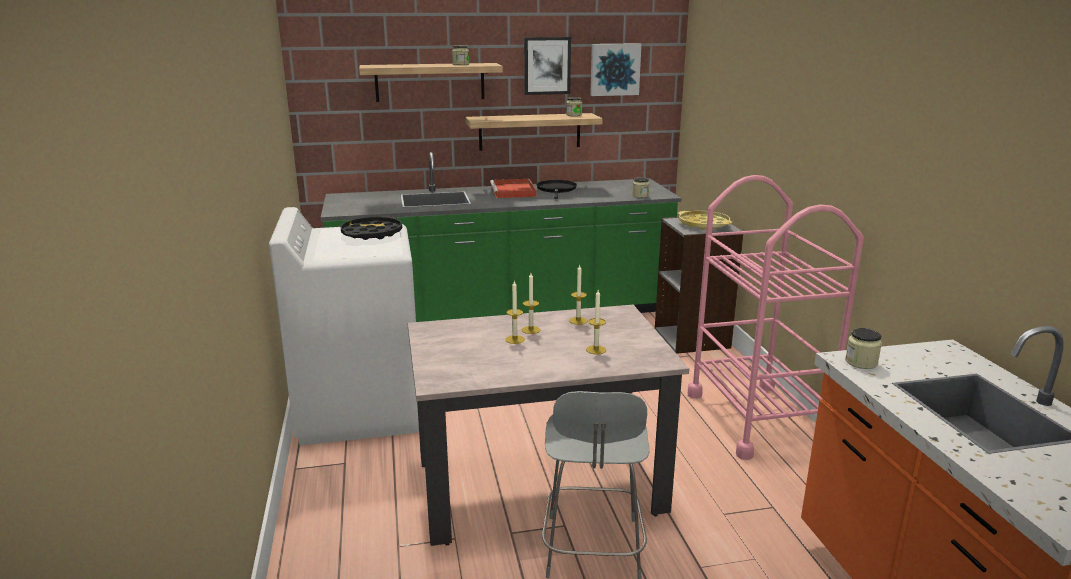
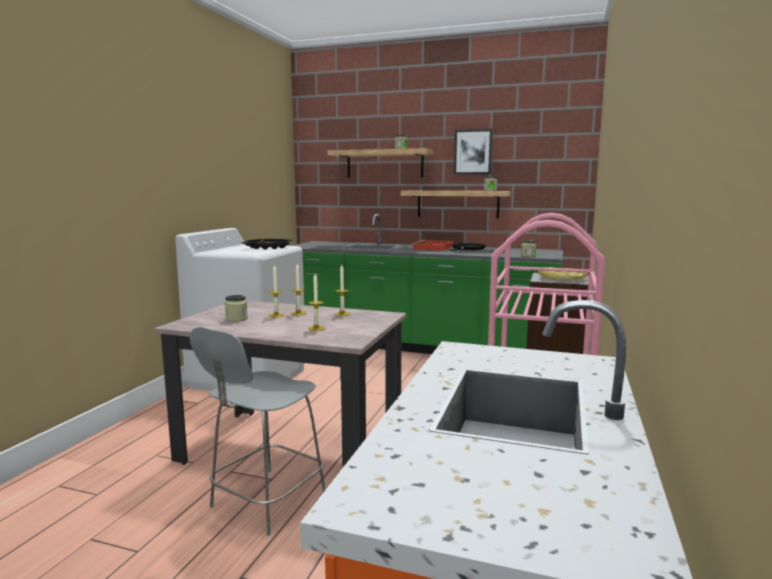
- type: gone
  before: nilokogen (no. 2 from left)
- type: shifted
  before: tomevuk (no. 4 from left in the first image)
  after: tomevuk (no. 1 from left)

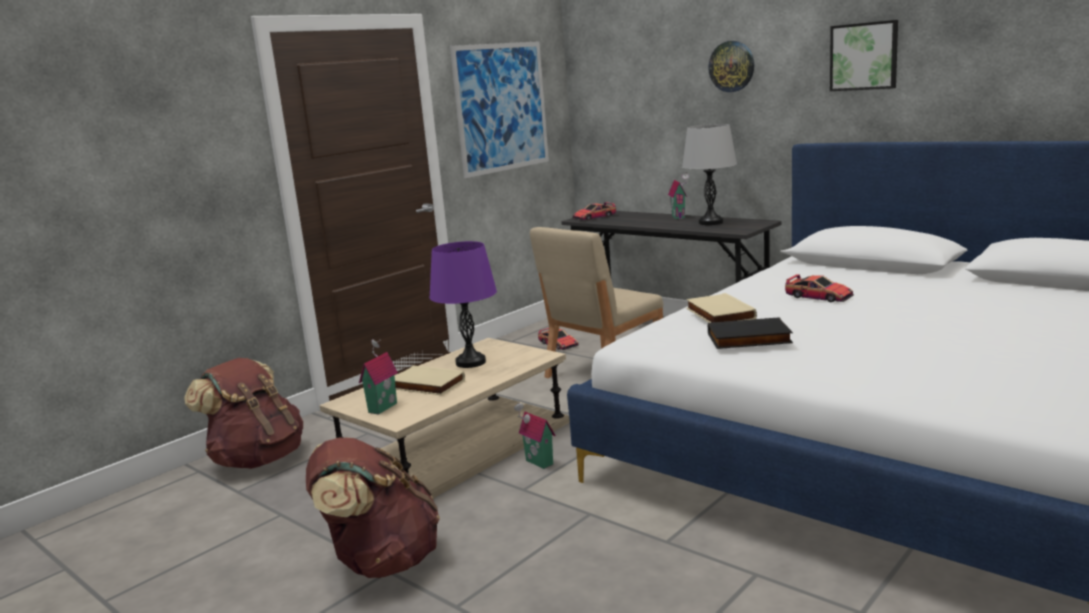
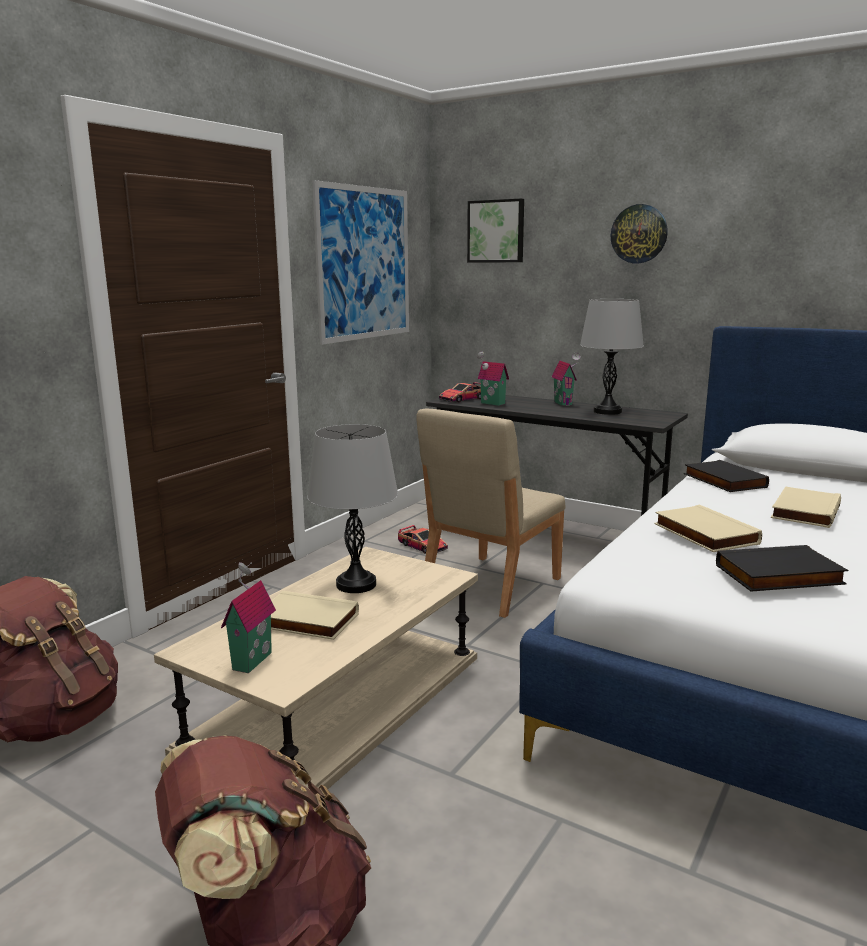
- type: shifted
  before: nilokogen (no. 2 from left)
- type: repainted
  before: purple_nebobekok
  after: grey_nebobekok (no. 1 from left)
- type: swapped
  before: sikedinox (no. 3 from left)
  after: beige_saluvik (no. 3 from left)
- type: shifted
  before: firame (no. 2 from left)
- type: new
  after: black_saluvik (no. 1 from left)

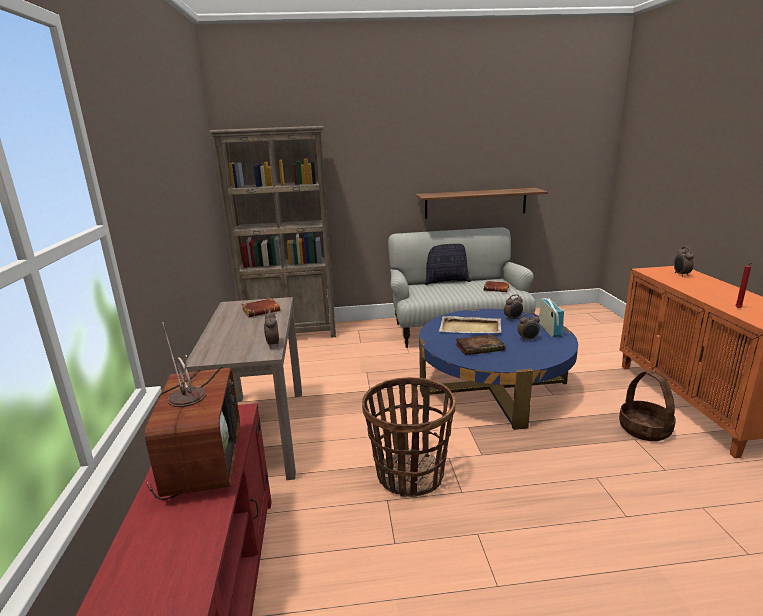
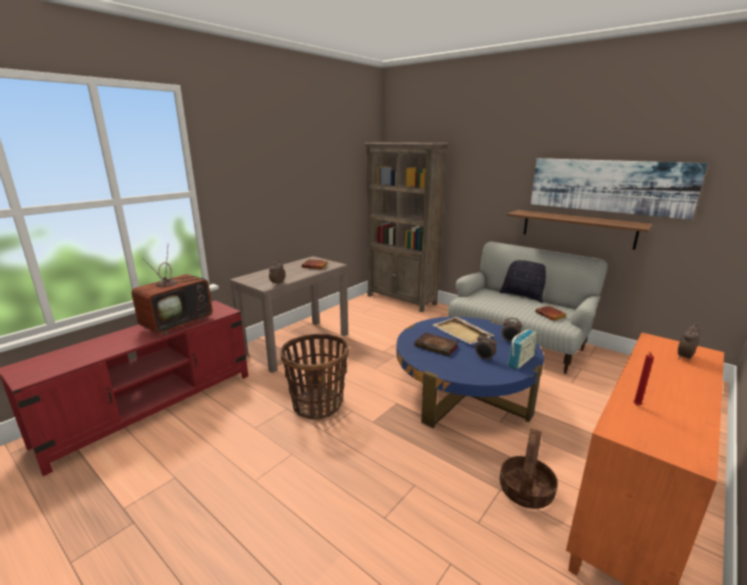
- type: new
  after: nilokogen

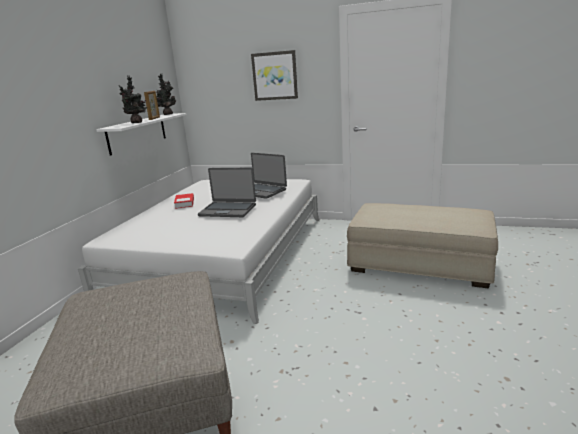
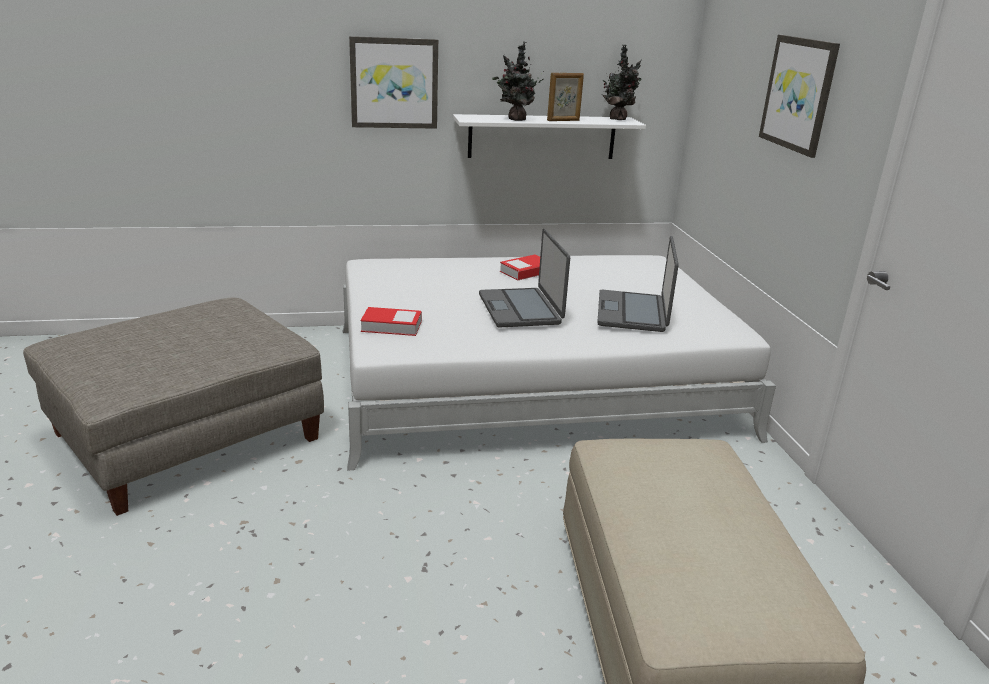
- type: new
  after: nilokogen (no. 1 from left)
- type: new
  after: saluvik (no. 1 from left)

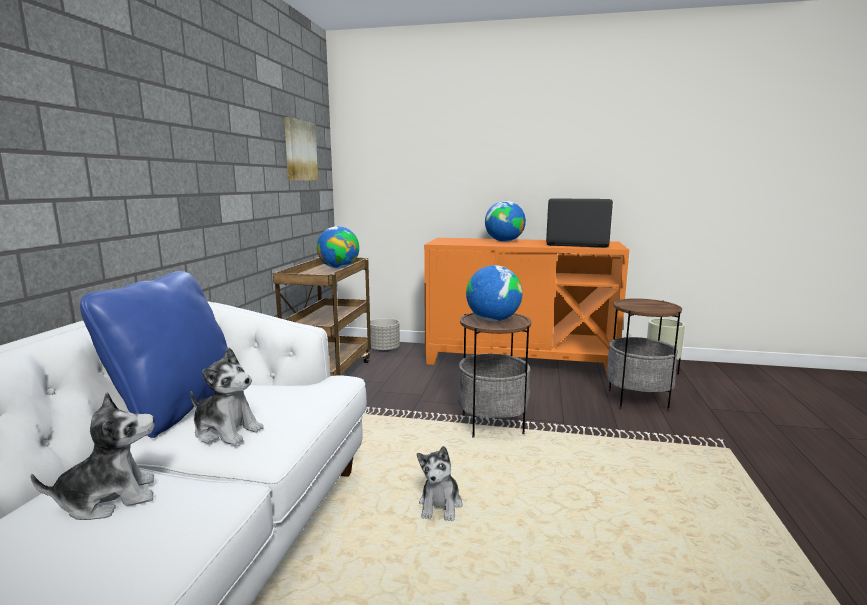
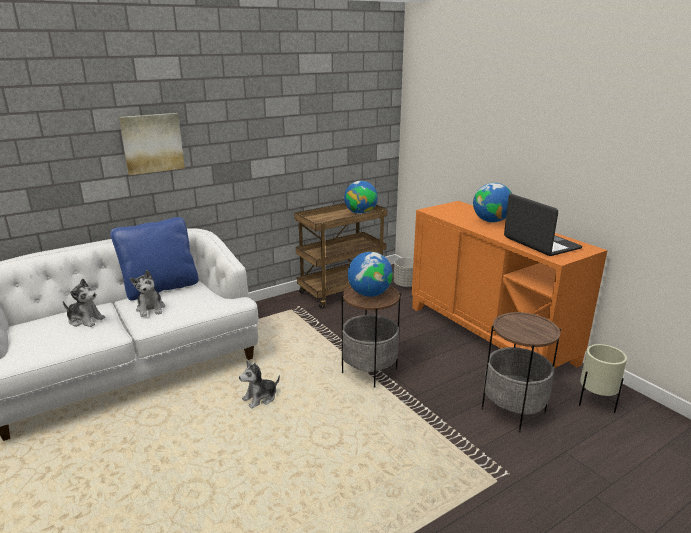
- type: shifted
  before: nilokogen

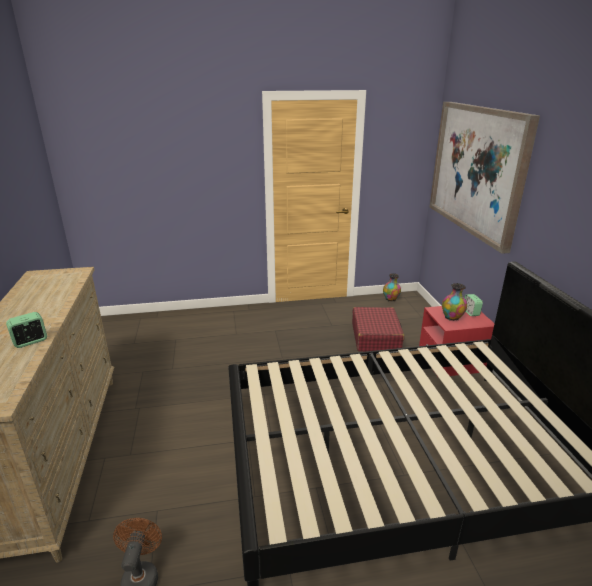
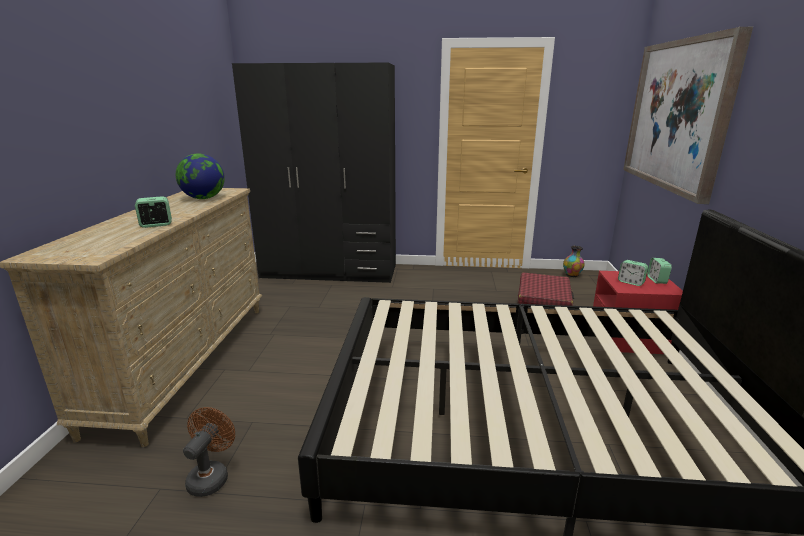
- type: swapped
  before: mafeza (no. 2 from left)
  after: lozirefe (no. 2 from left)
- type: new
  after: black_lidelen
- type: new
  after: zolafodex

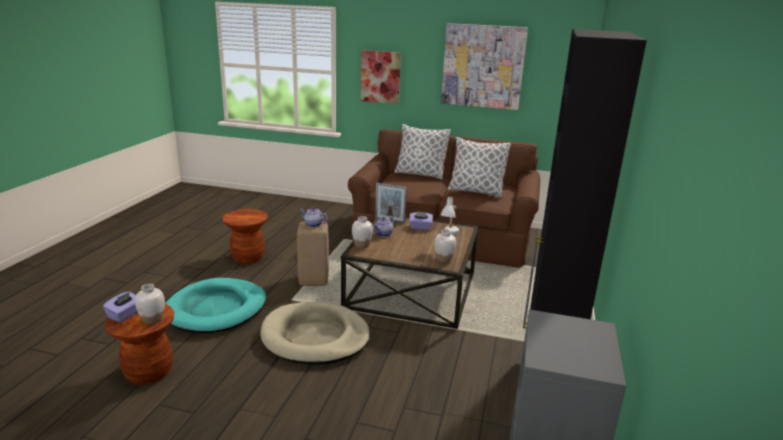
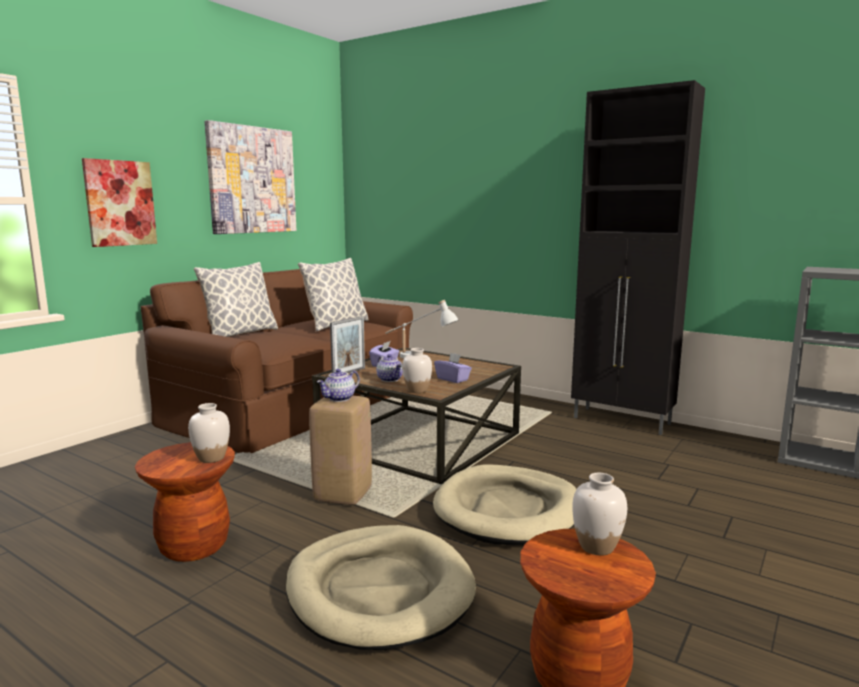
- type: shifted
  before: white_mafeza (no. 3 from left in the first image)
  after: white_mafeza (no. 1 from left)
- type: repainted
  before: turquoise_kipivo
  after: beige_kipivo (no. 1 from left)
- type: shifted
  before: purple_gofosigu (no. 1 from left in the first image)
  after: purple_gofosigu (no. 2 from left)

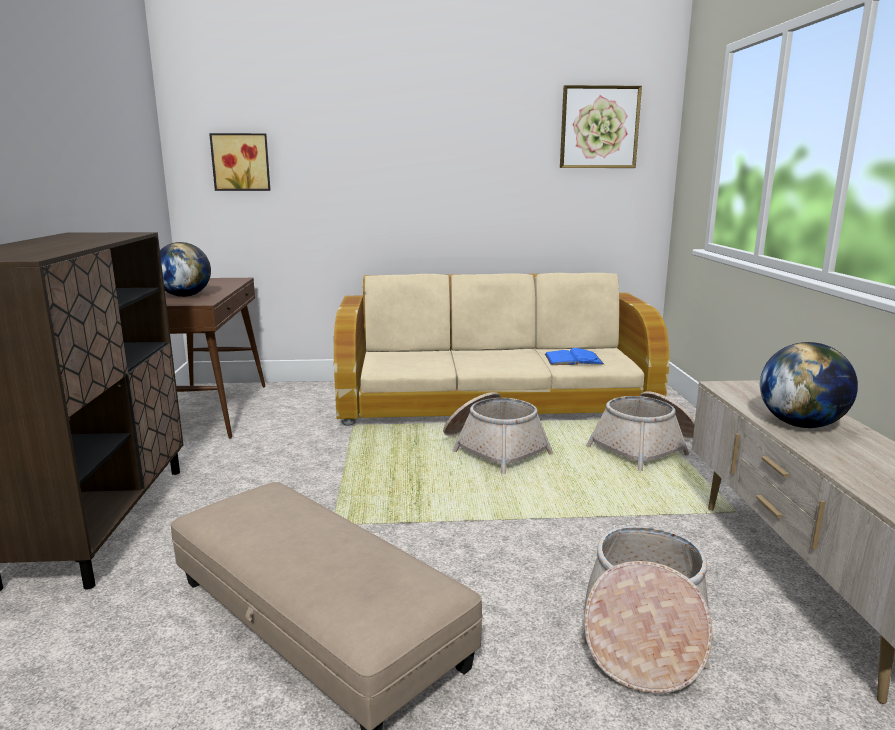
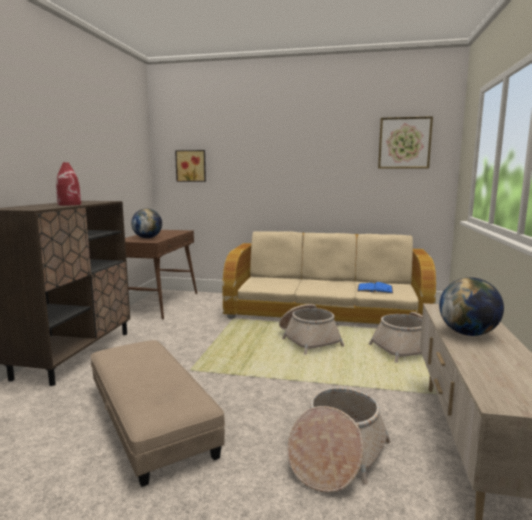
- type: new
  after: red_mafeza

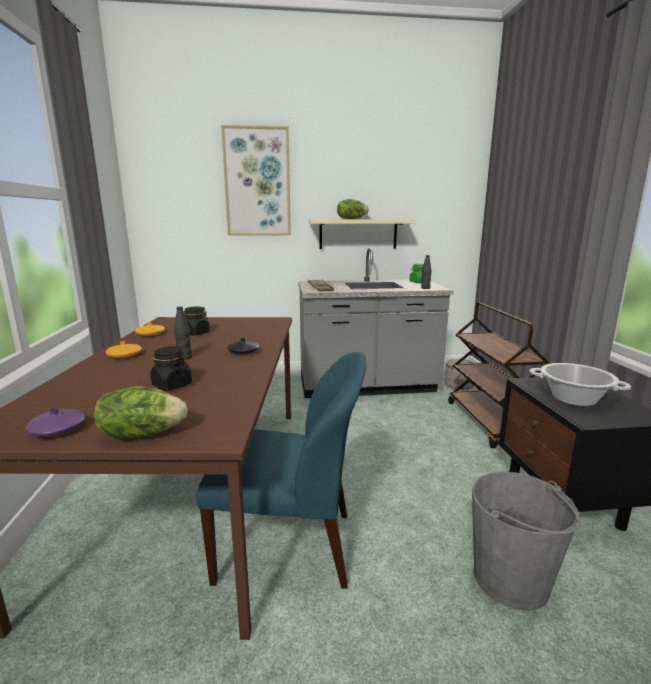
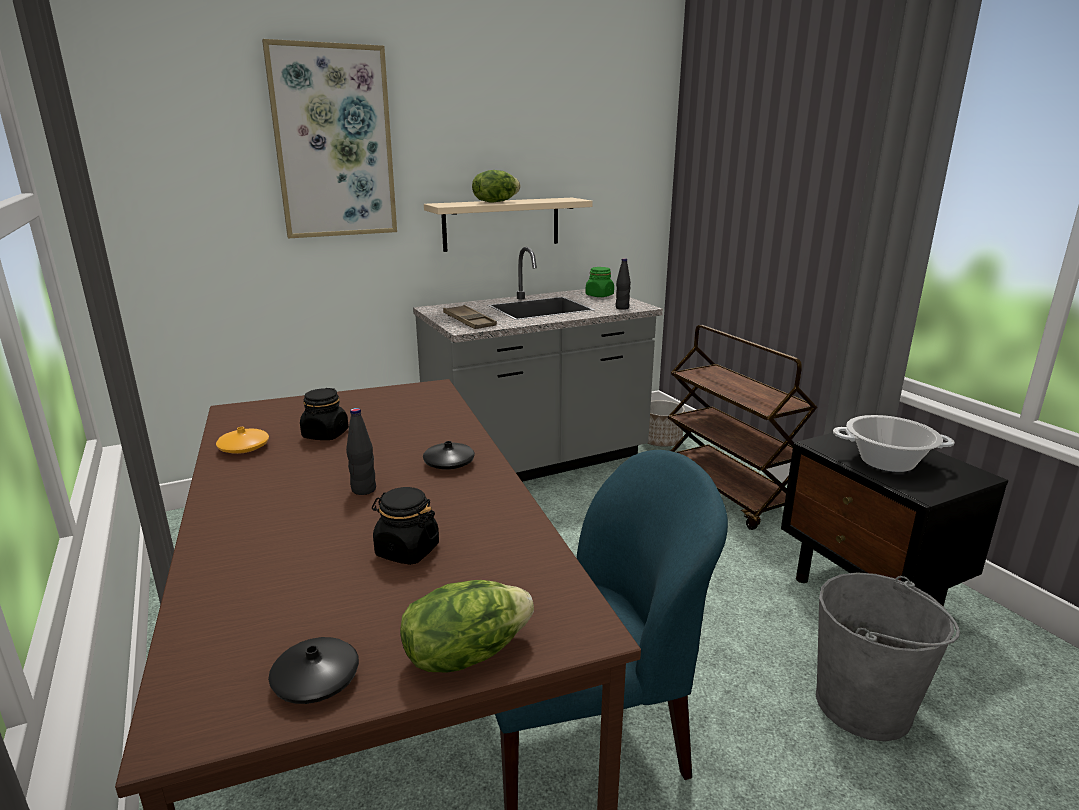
- type: gone
  before: orange_mafeza (no. 1 from left)
- type: repainted
  before: purple_mafeza
  after: black_mafeza (no. 1 from left)

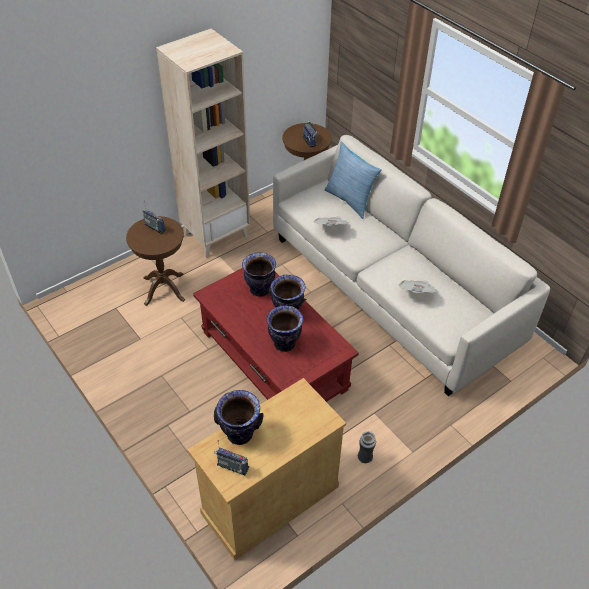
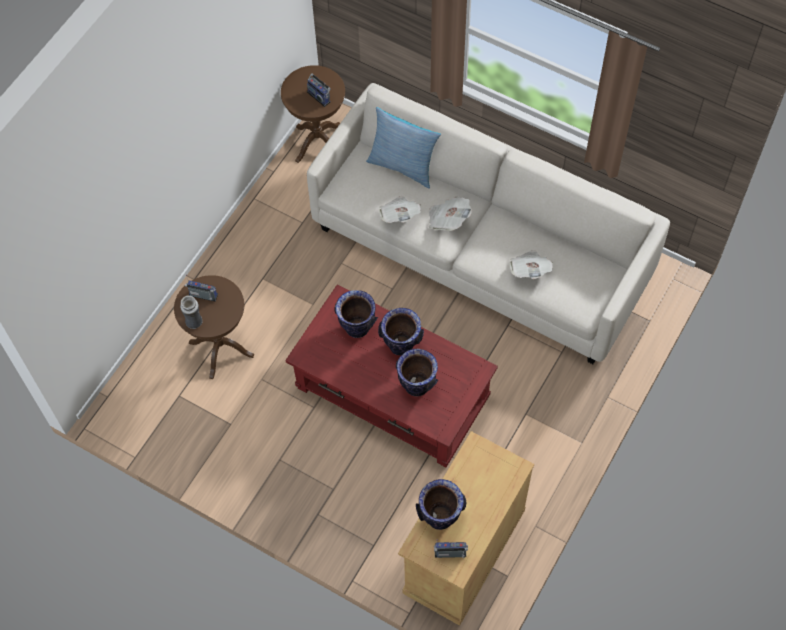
- type: gone
  before: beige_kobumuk
- type: shifted
  before: mafeza (no. 5 from left in the first image)
  after: mafeza (no. 1 from left)
- type: new
  after: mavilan (no. 2 from left)

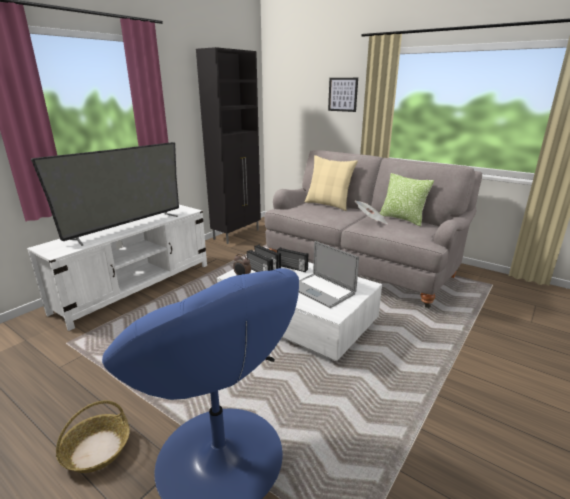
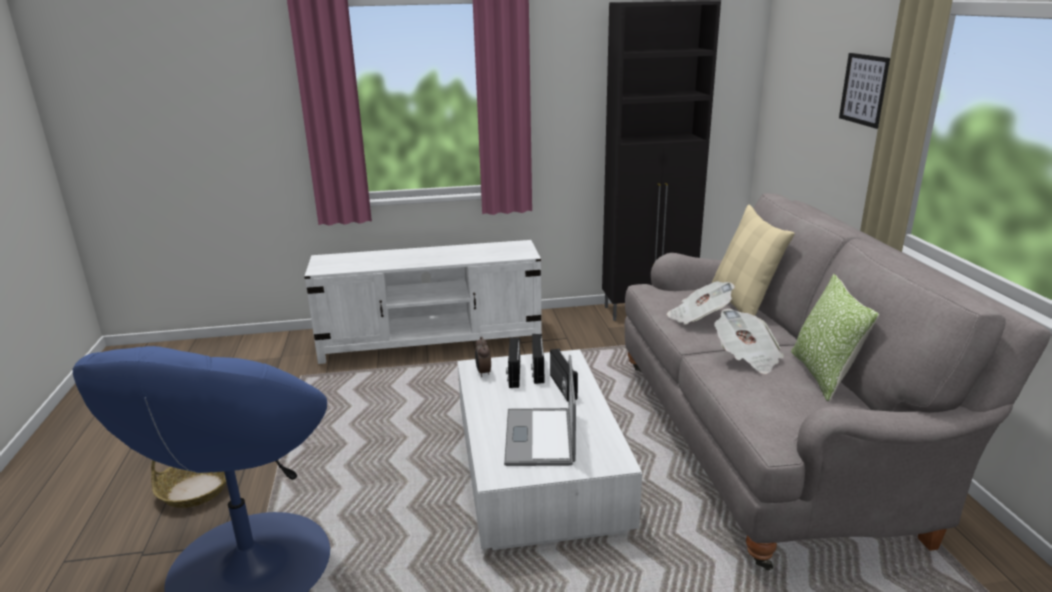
- type: gone
  before: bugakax
- type: new
  after: mavilan (no. 1 from left)

